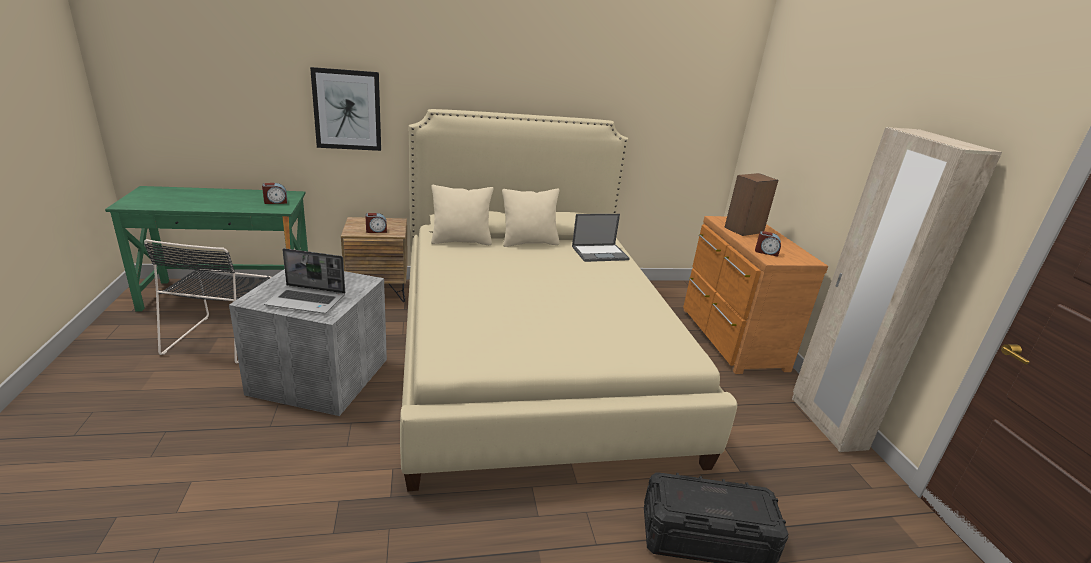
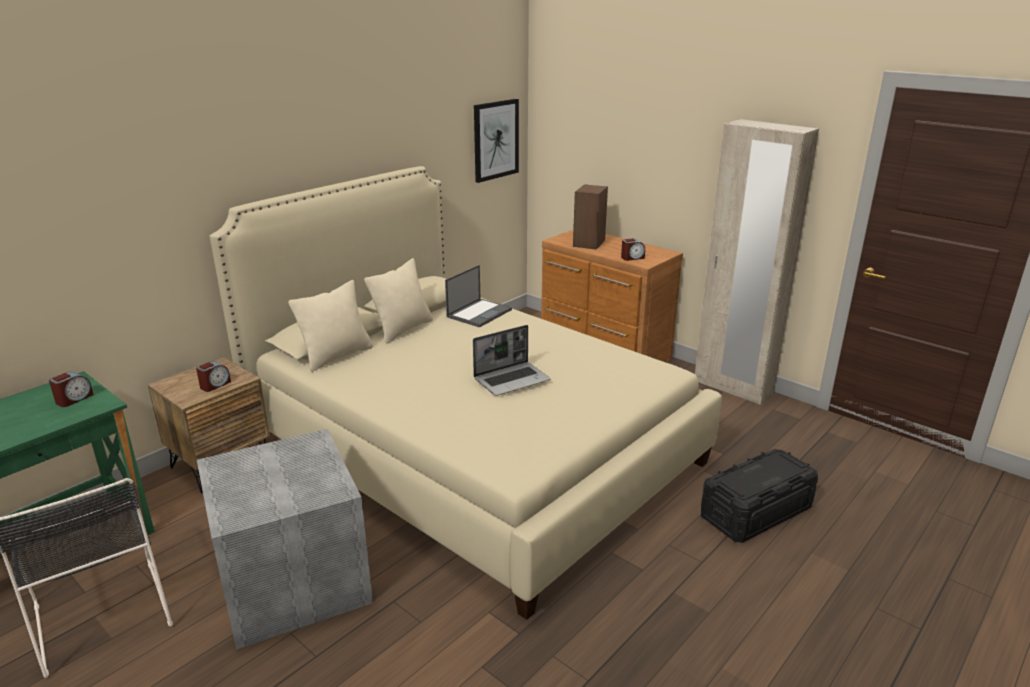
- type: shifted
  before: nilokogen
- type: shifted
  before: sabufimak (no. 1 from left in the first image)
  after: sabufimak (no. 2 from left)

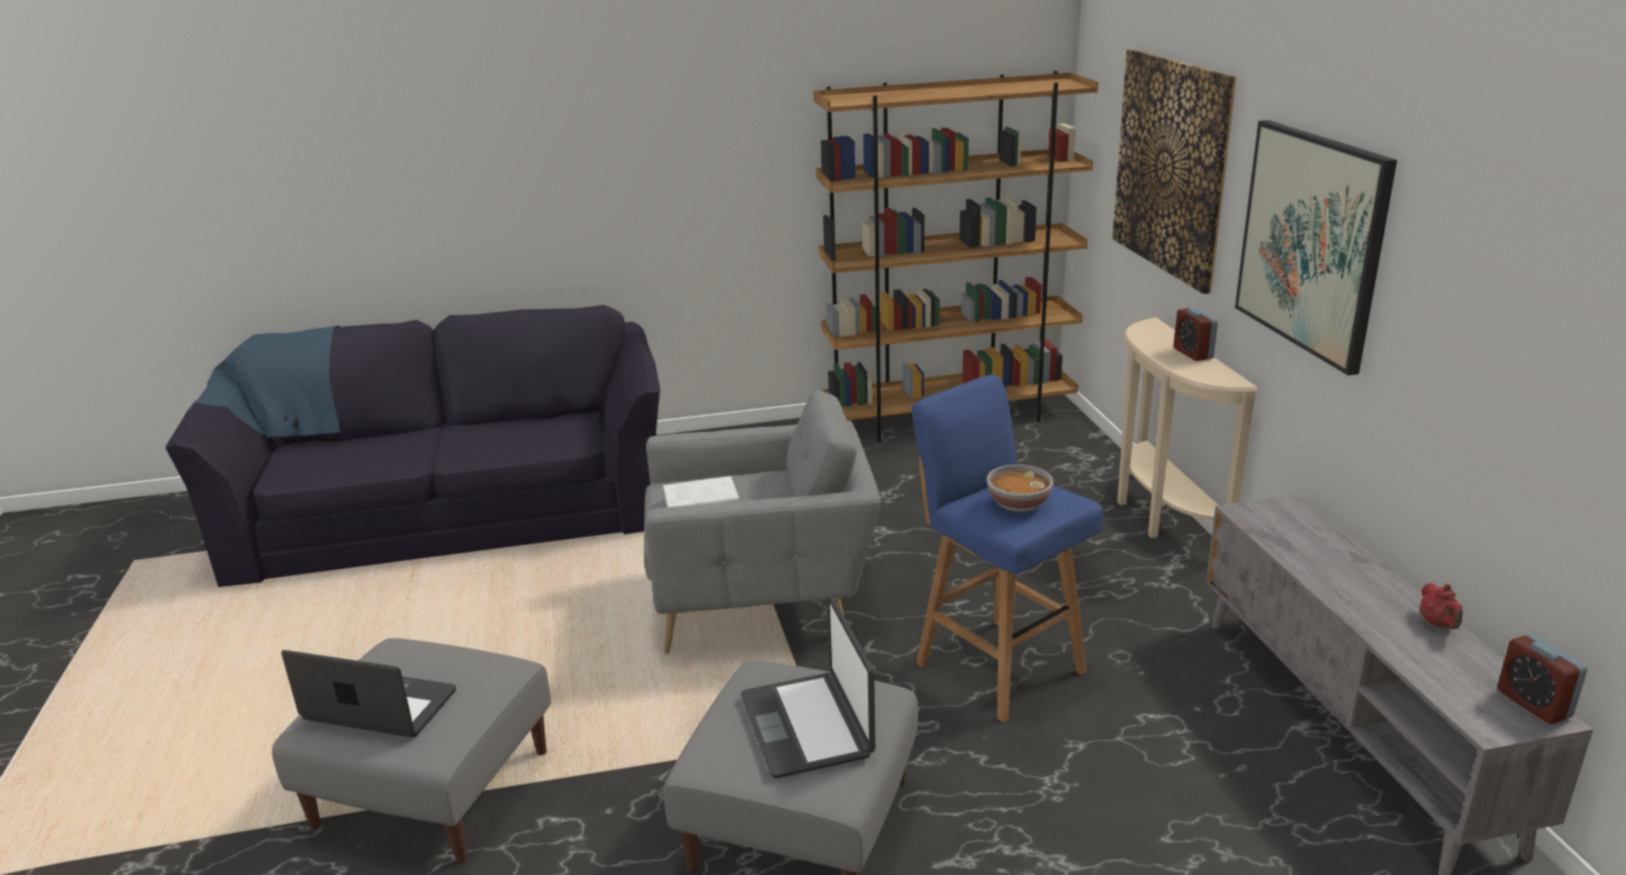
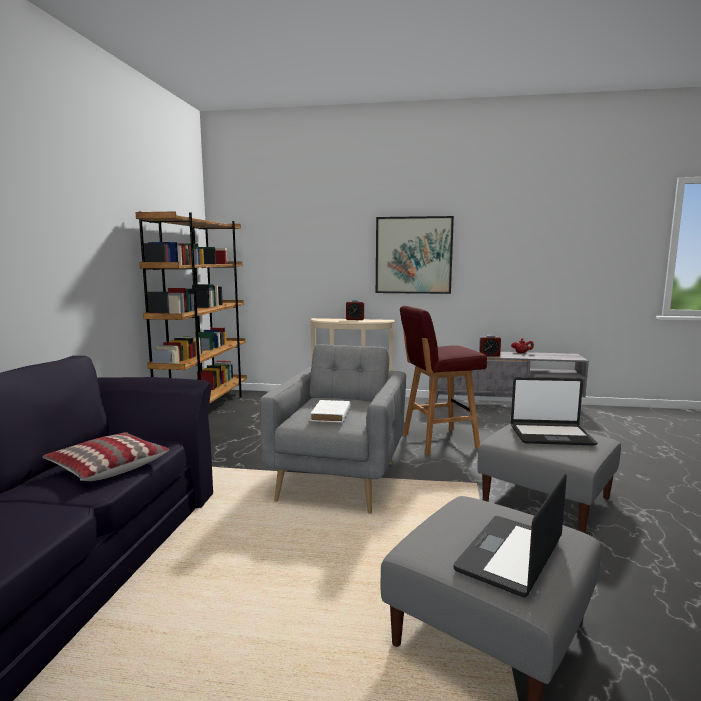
- type: gone
  before: nilokogen (no. 1 from left)
- type: repainted
  before: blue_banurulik
  after: red_banurulik
- type: gone
  before: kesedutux
- type: shifted
  before: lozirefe (no. 2 from left)
- type: new
  after: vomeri

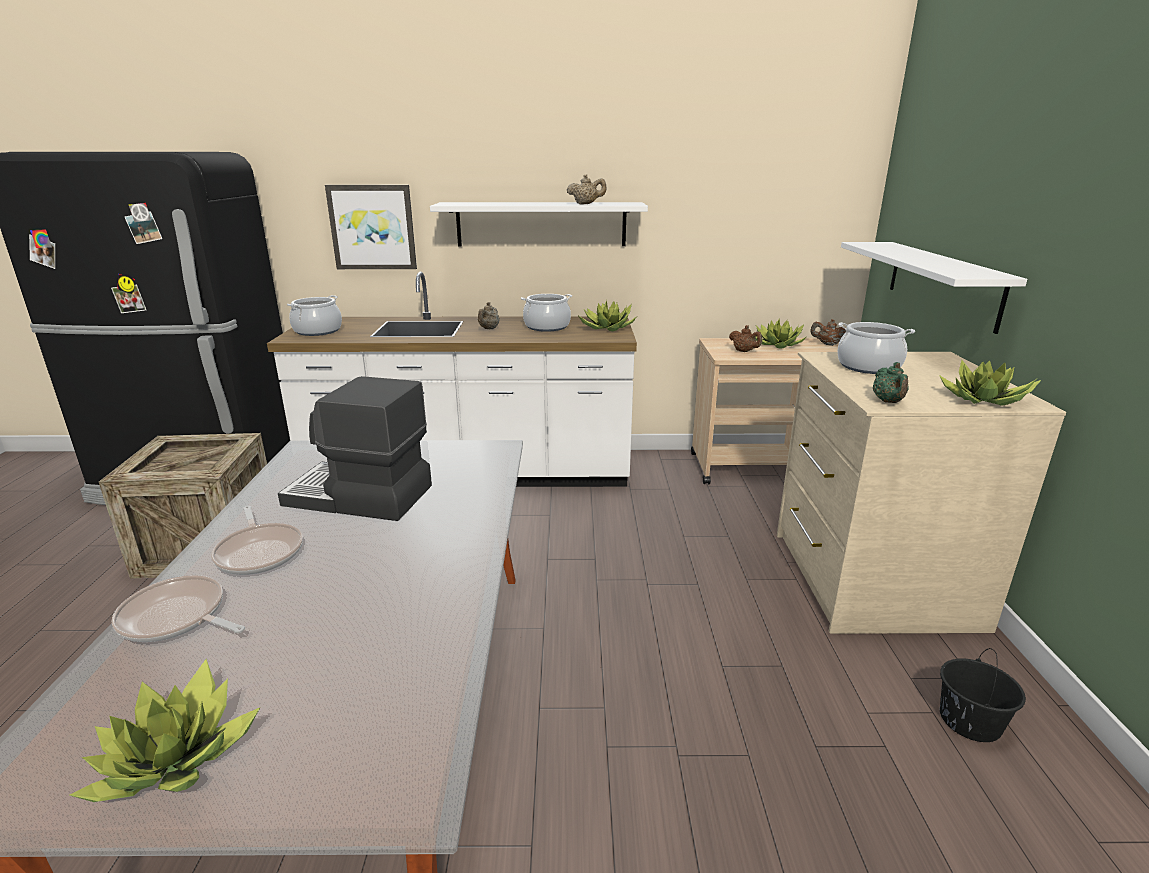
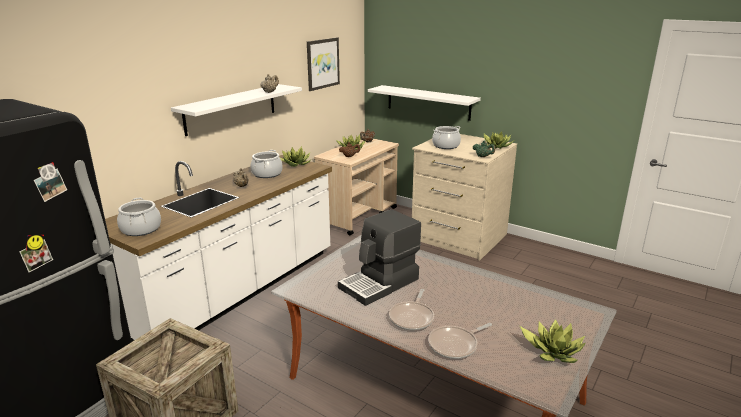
- type: shifted
  before: nilokogen
- type: rotated
  before: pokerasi (no. 2 from left in the first image)
  turn: 105
- type: gone
  before: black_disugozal

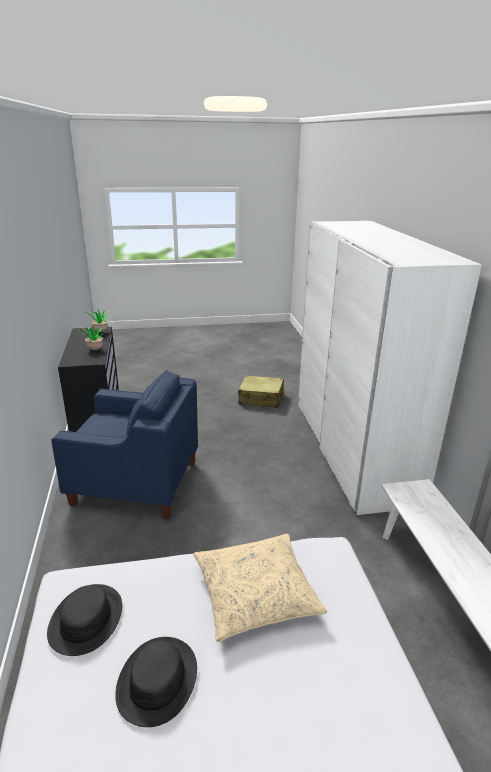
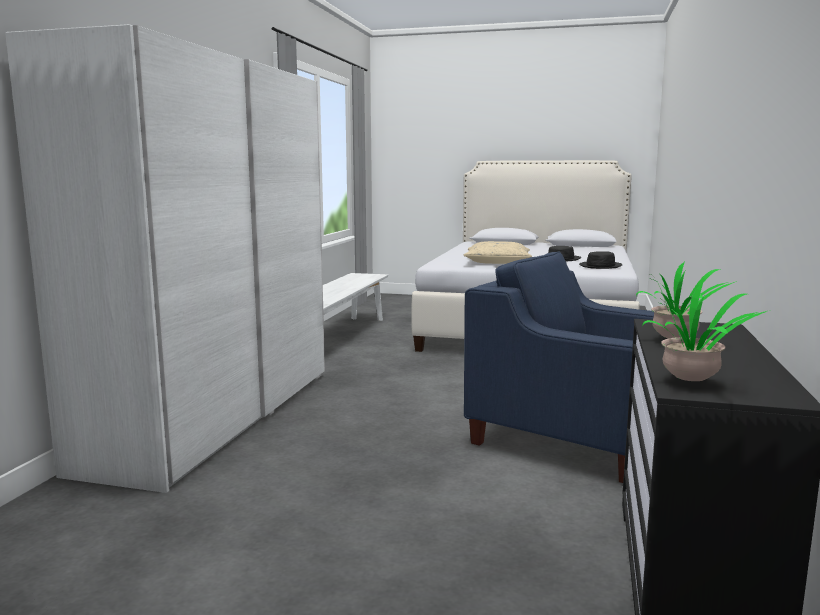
- type: gone
  before: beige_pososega

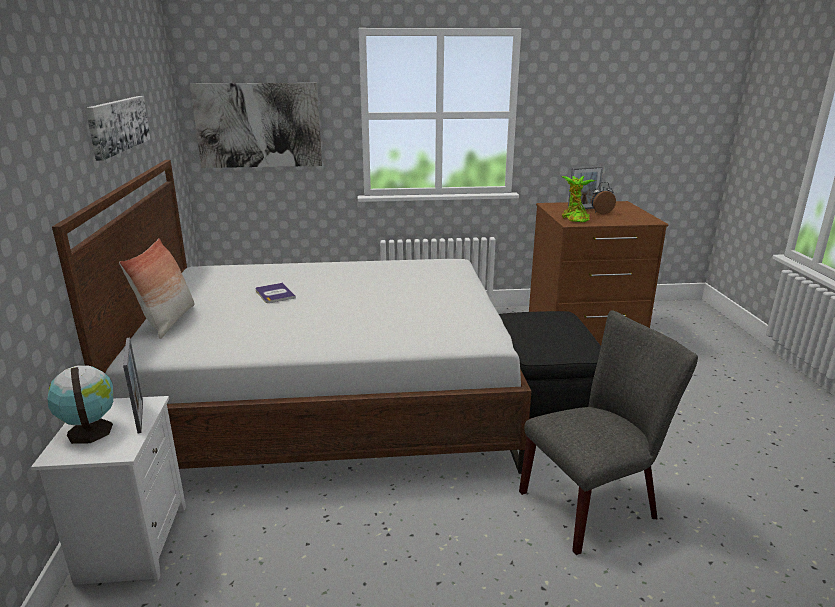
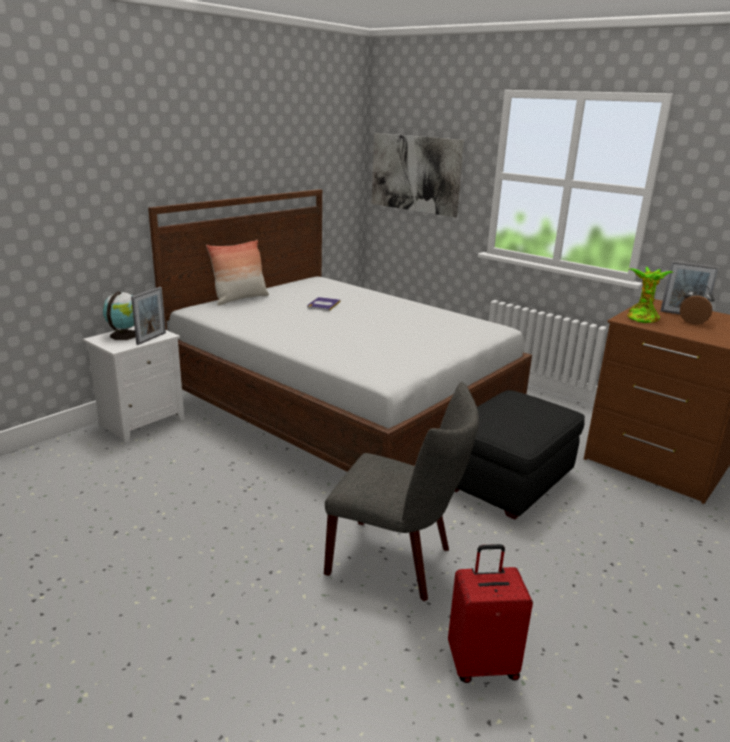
- type: gone
  before: nilokogen (no. 1 from left)
- type: new
  after: red_pososega

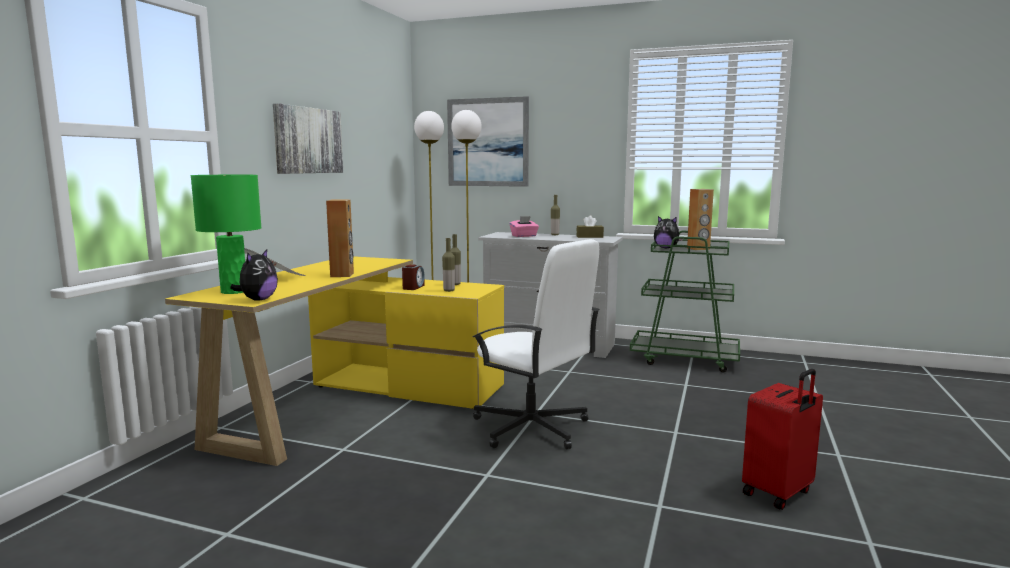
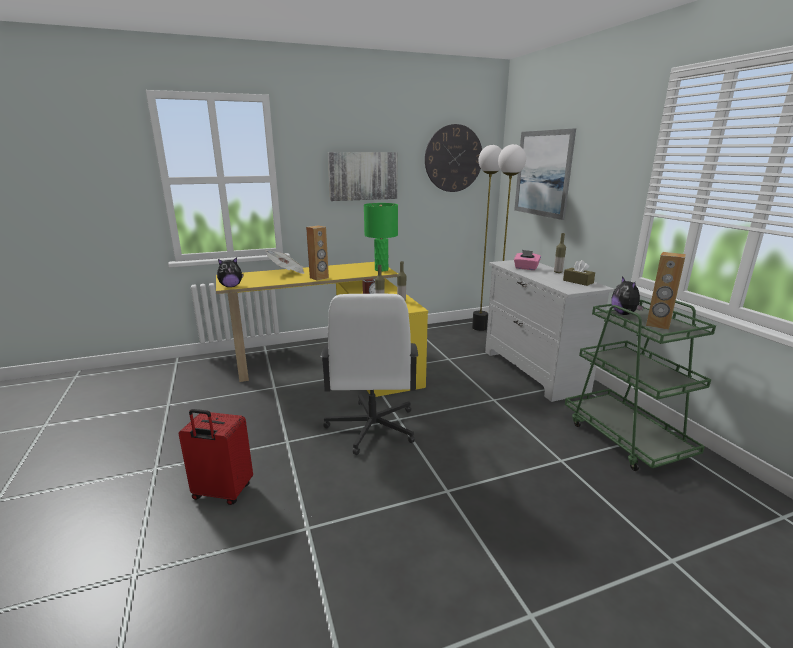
- type: shifted
  before: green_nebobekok
- type: shifted
  before: red_pososega
- type: new
  after: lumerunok

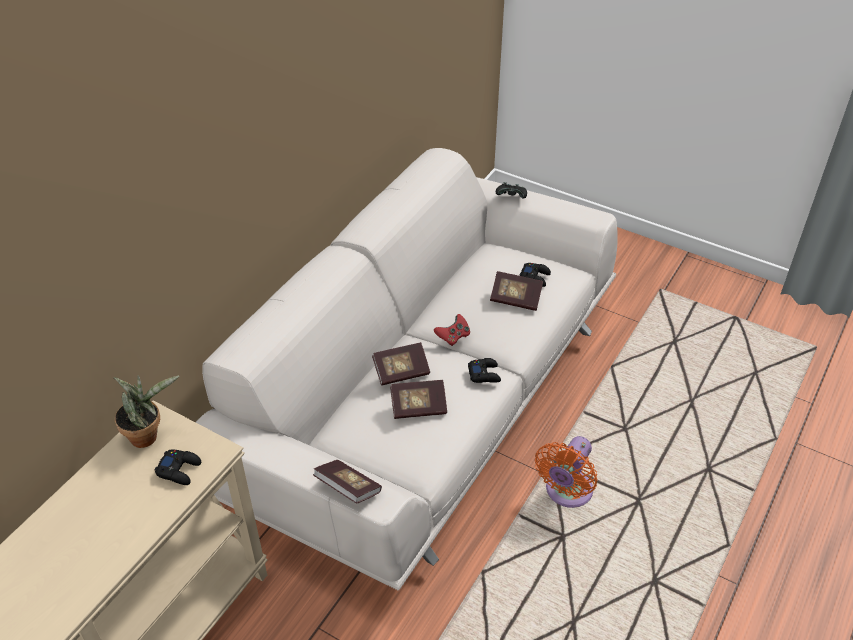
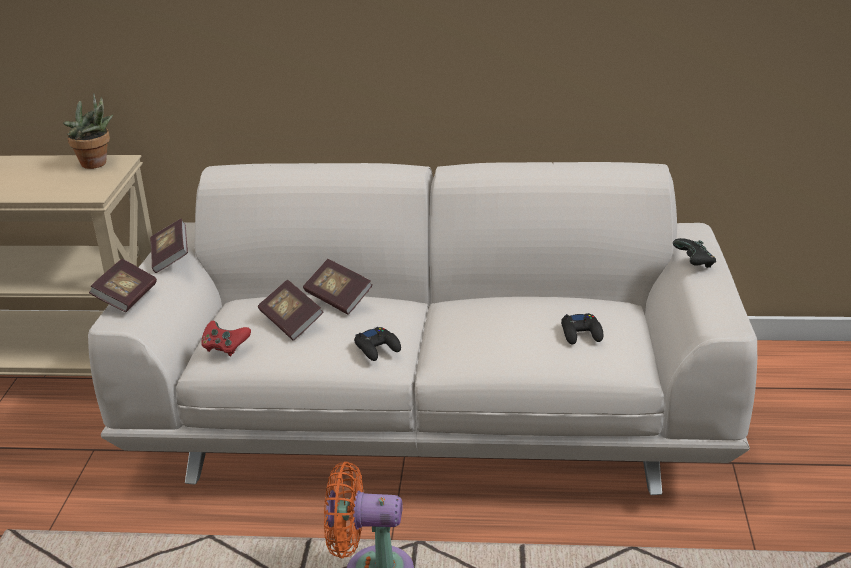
- type: shifted
  before: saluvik (no. 4 from left in the first image)
  after: saluvik (no. 2 from left)
- type: shifted
  before: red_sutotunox
- type: gone
  before: black_sutotunox (no. 1 from left)

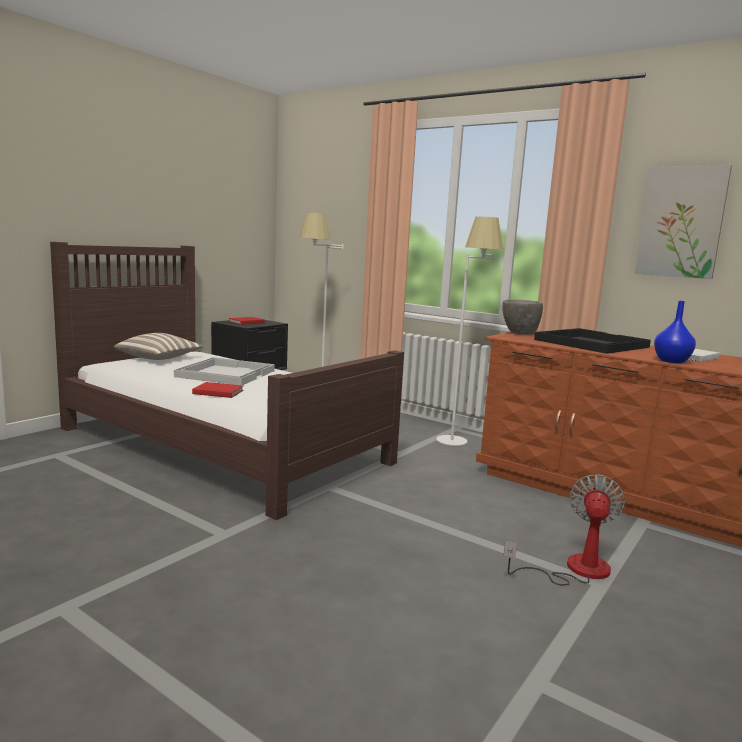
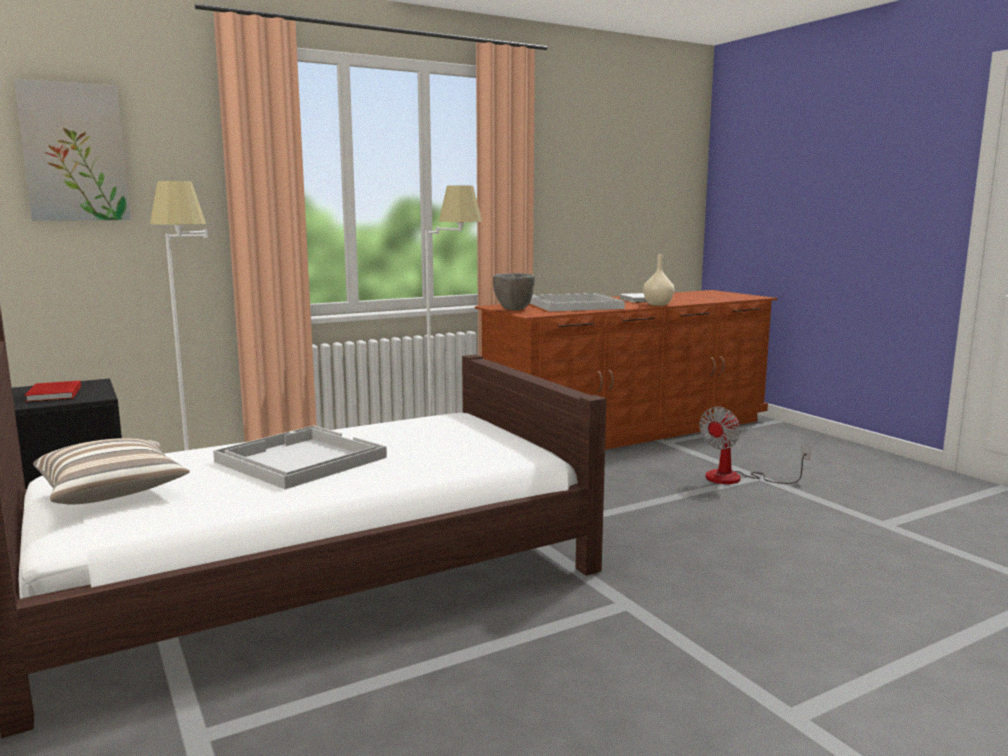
- type: shifted
  before: nilokogen
- type: repainted
  before: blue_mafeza
  after: beige_mafeza
- type: repainted
  before: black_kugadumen
  after: white_kugadumen (no. 2 from left)
- type: gone
  before: red_saluvik (no. 1 from left)
- type: rotated
  before: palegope
  turn: -90

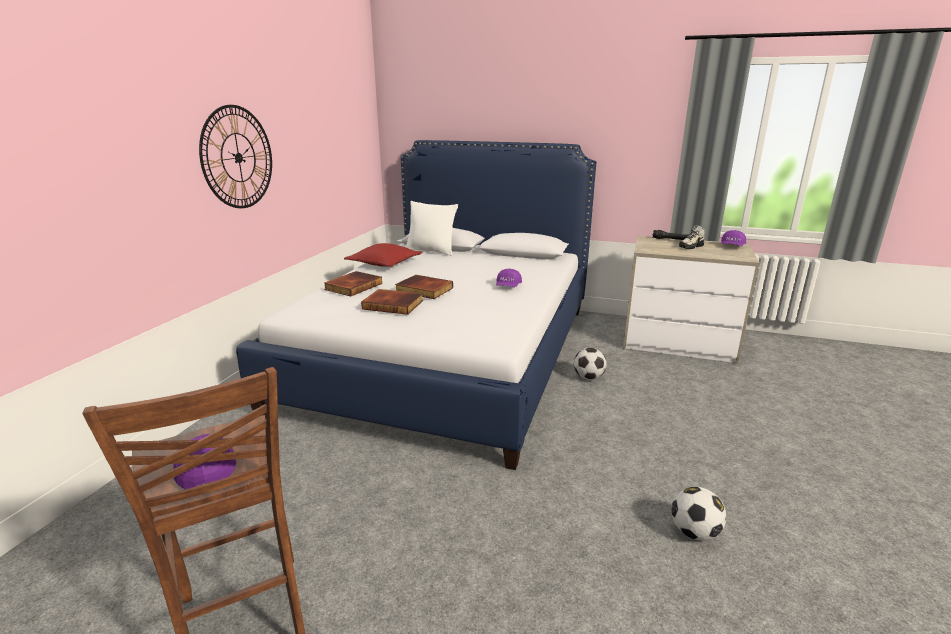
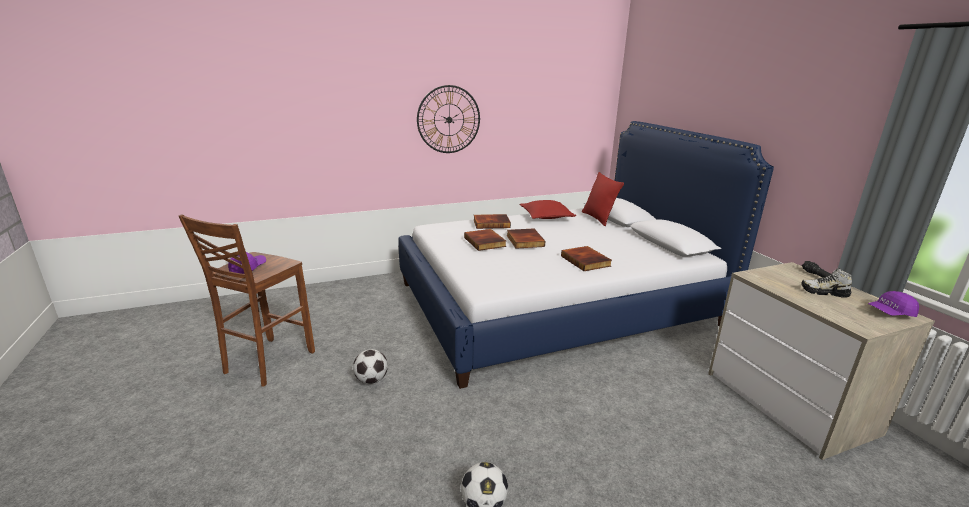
- type: repainted
  before: white_vomeri
  after: red_vomeri (no. 2 from left)
- type: swapped
  before: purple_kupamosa (no. 2 from left)
  after: saluvik (no. 4 from left)
- type: shifted
  before: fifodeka (no. 1 from left)

